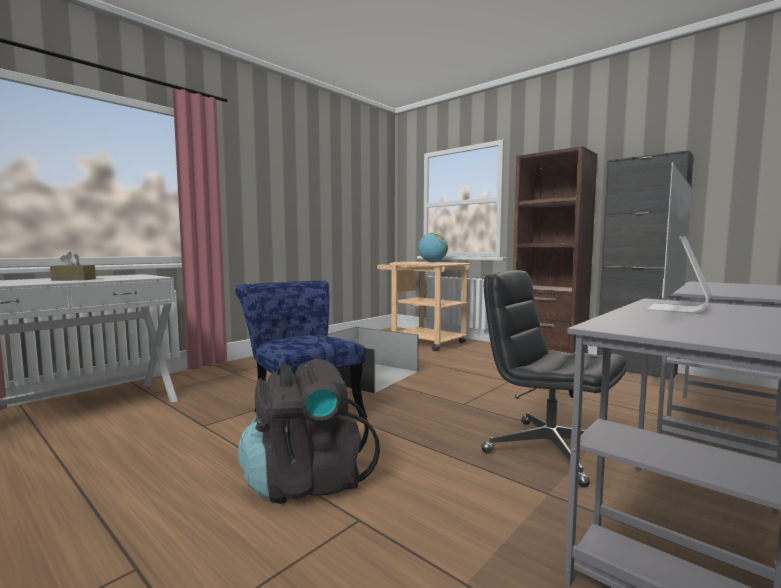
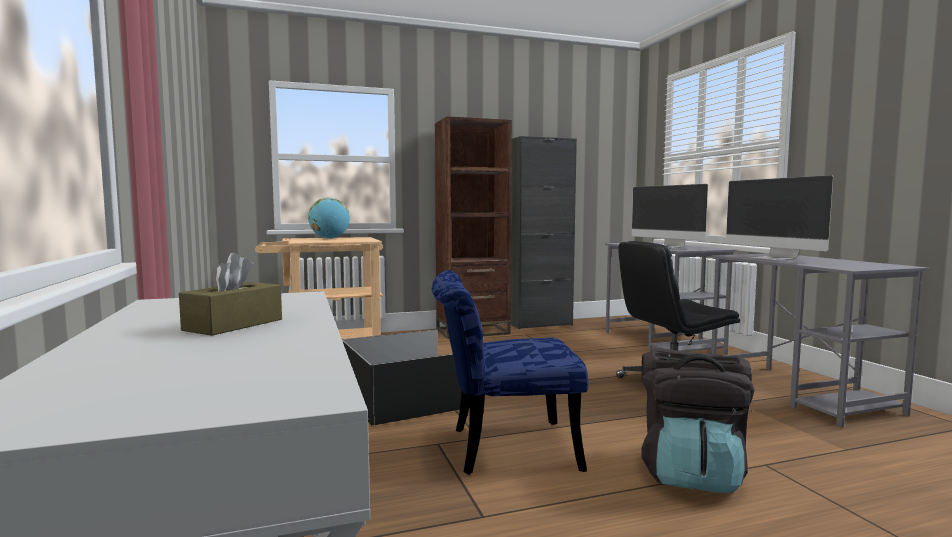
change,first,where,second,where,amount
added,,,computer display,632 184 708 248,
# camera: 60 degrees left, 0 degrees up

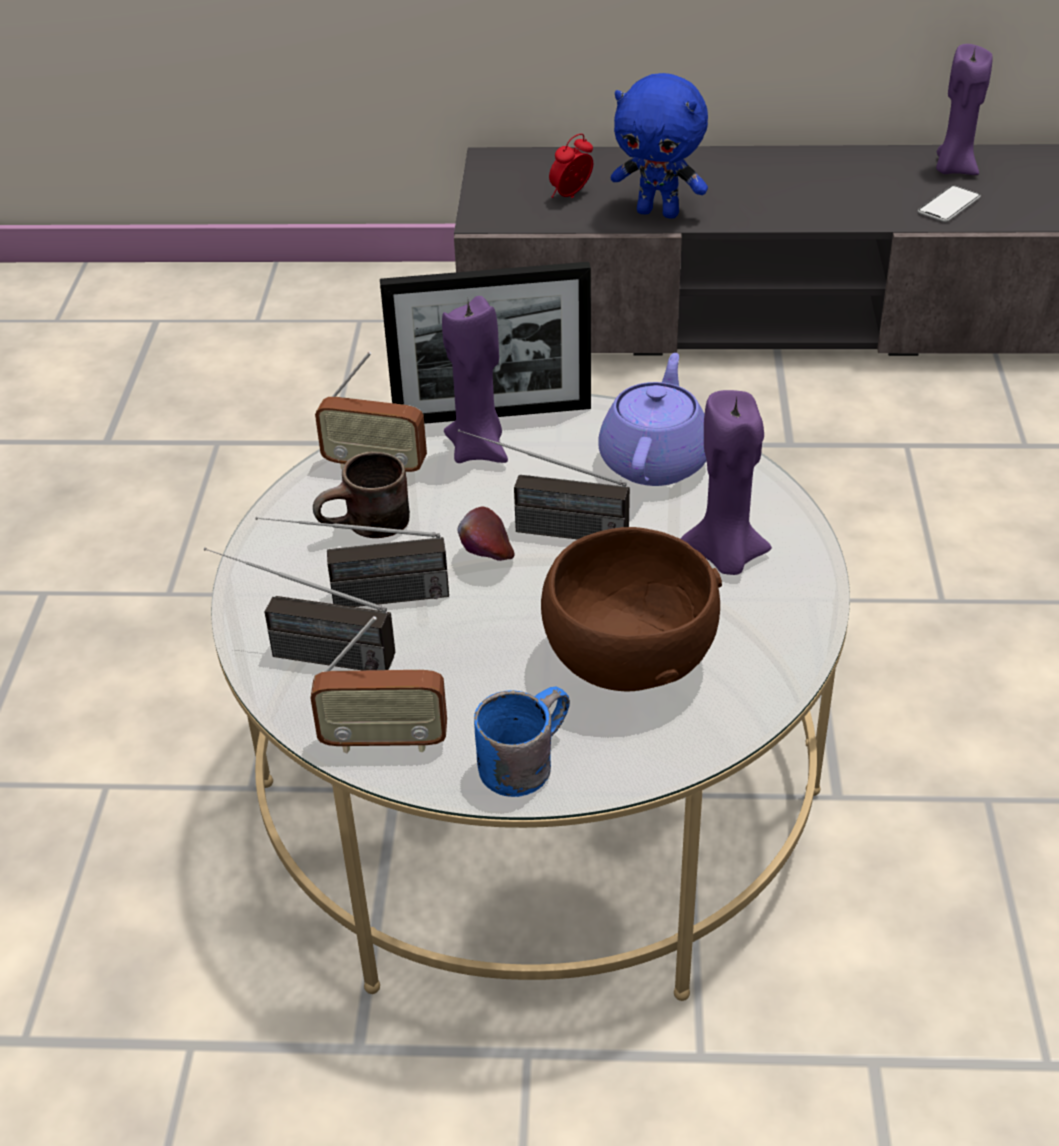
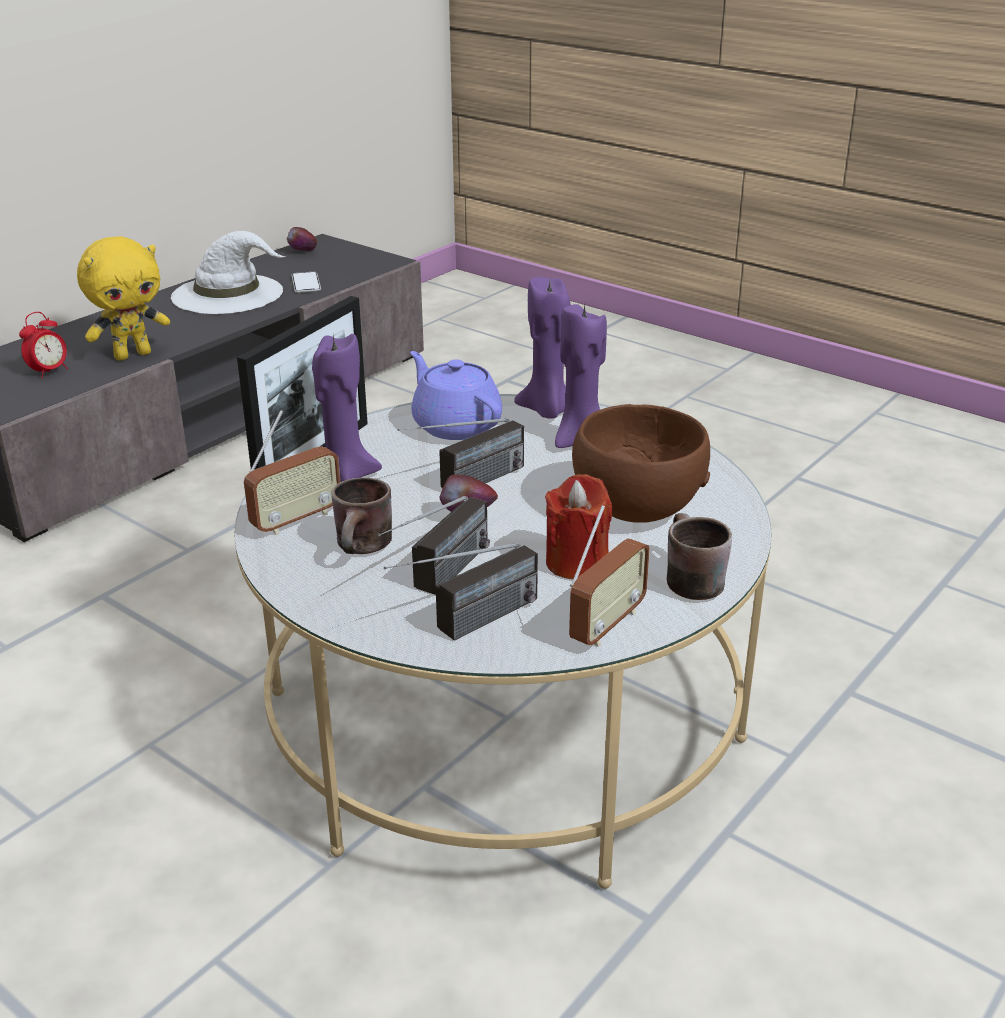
change,first,where,second,where,amount
added,,,white wearable hat,171 231 286 314,
added,,,whole apple,287 227 317 251,
added,,,reddish wax candle,545 474 612 579,
moved,purple wax candle,936 44 993 175,,514 277 571 419,
recoloured,blue tea mug,474 687 570 797,brown tea mug,667 513 732 600,
recoloured,blue soft toy,611 73 708 219,yellow-coloured soft toy,77 236 170 360,
turned,alarm clock,549 134 593 198,,19 312 68 379,135 degrees counterclockwise
# camera: 55 degrees left, 10 degrees down

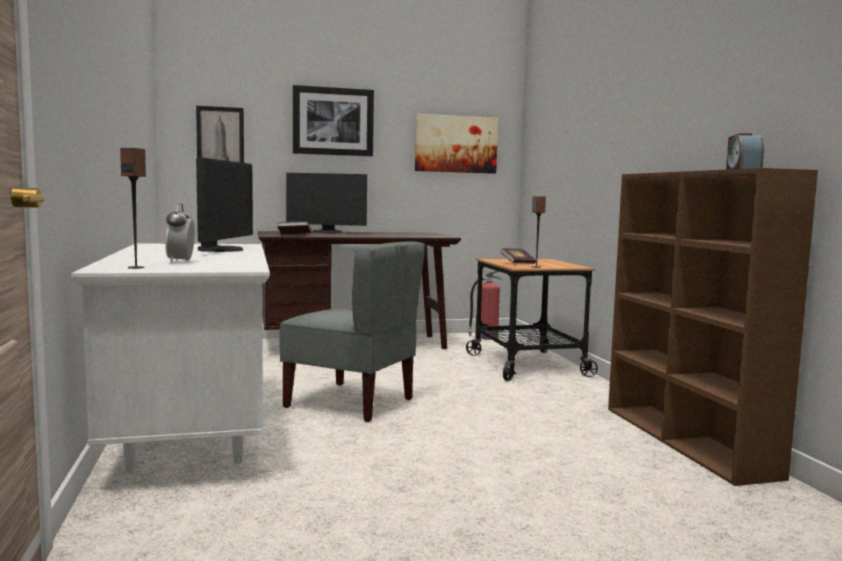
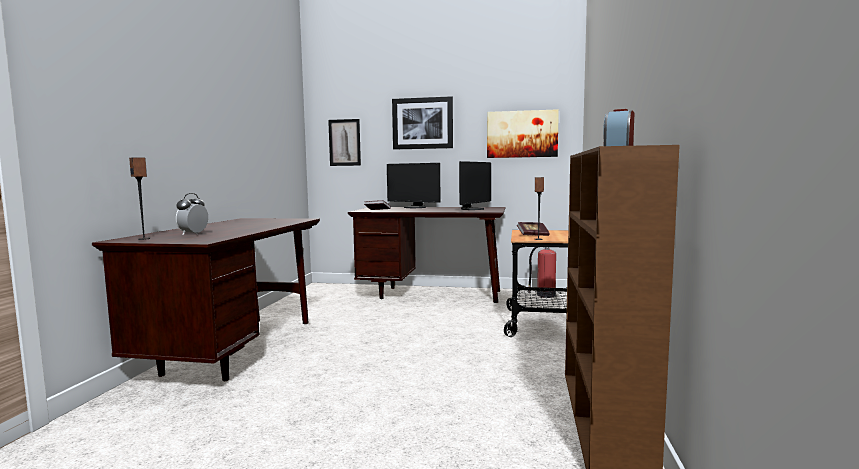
change,first,where,second,where,amount
removed,gray plain chair,279 241 425 422,,,
moved,computer display,196 157 253 252,,459 161 491 210,
recoloured,white desk table,71 244 270 472,brown desk table,92 218 320 381,
# camera: 25 degrees right, 0 degrees up

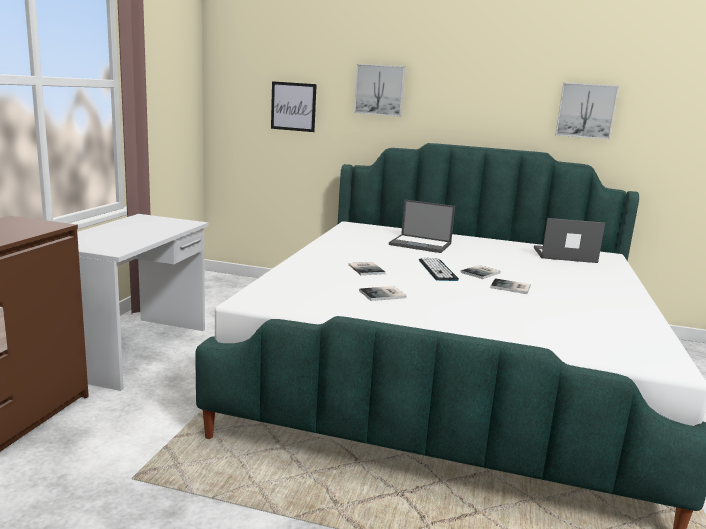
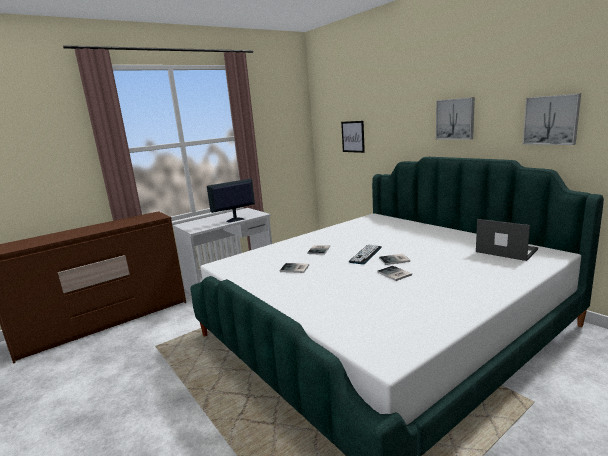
change,first,where,second,where,amount
removed,notebook computer,389 199 455 253,,,
added,,,computer display,207 178 255 223,
moved,wall picture,354 64 405 117,,436 97 475 139,
# camera: 40 degrees right, 0 degrees up

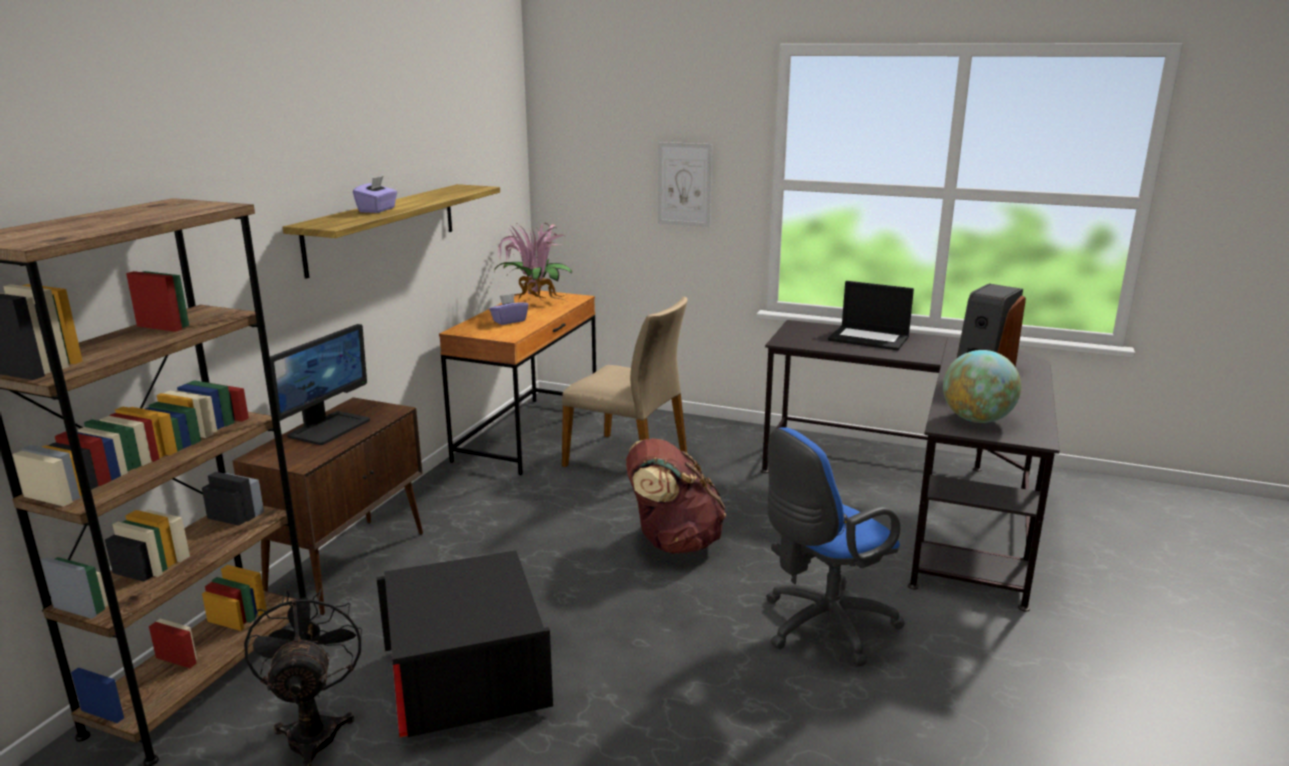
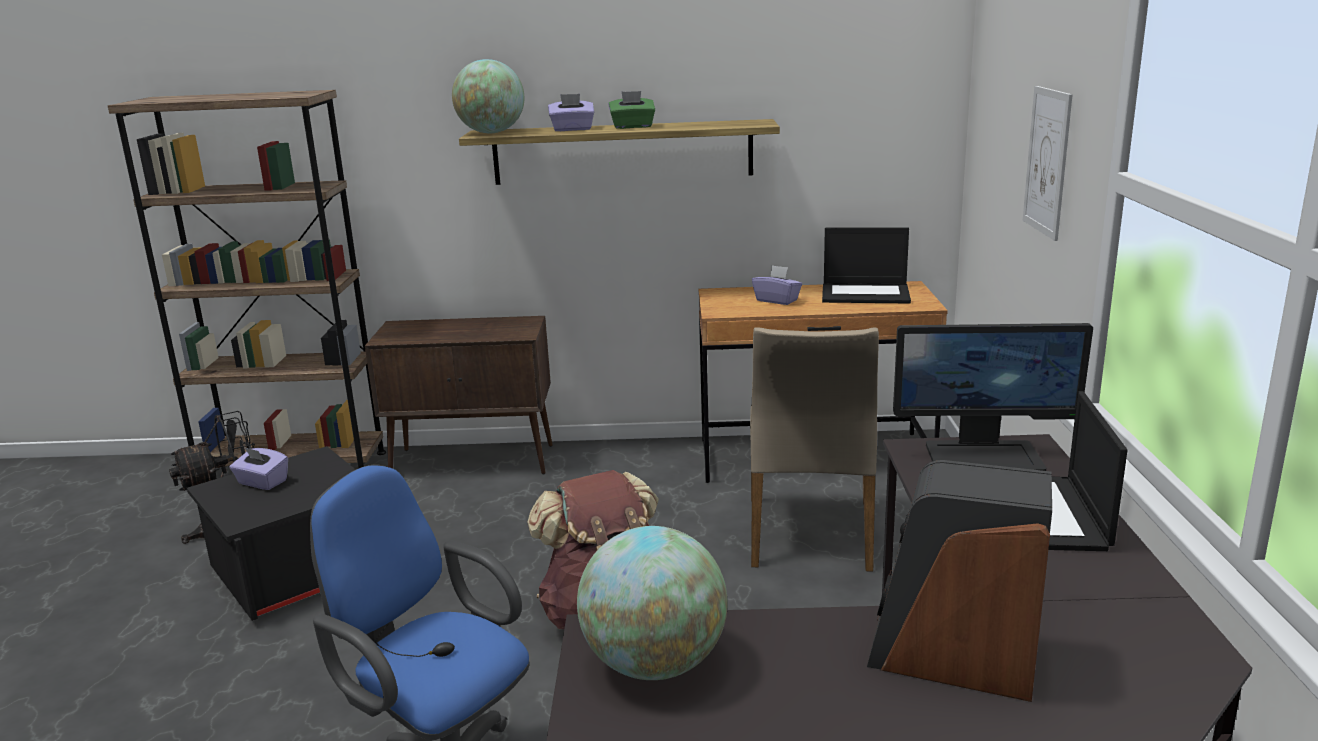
change,first,where,second,where,amount
added,,,purple tissue box,230 447 288 490,
added,,,desk globe,452 59 524 133,
added,,,green-coloured tissue box,609 91 655 129,
moved,computer display,270 324 370 445,,893 323 1093 471,
replaced,potted plant,494 222 572 302,notebook computer,822 227 911 303,
# camera: 70 degrees right, 0 degrees up

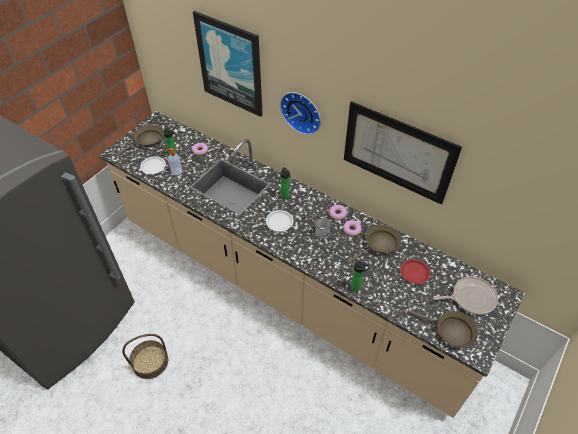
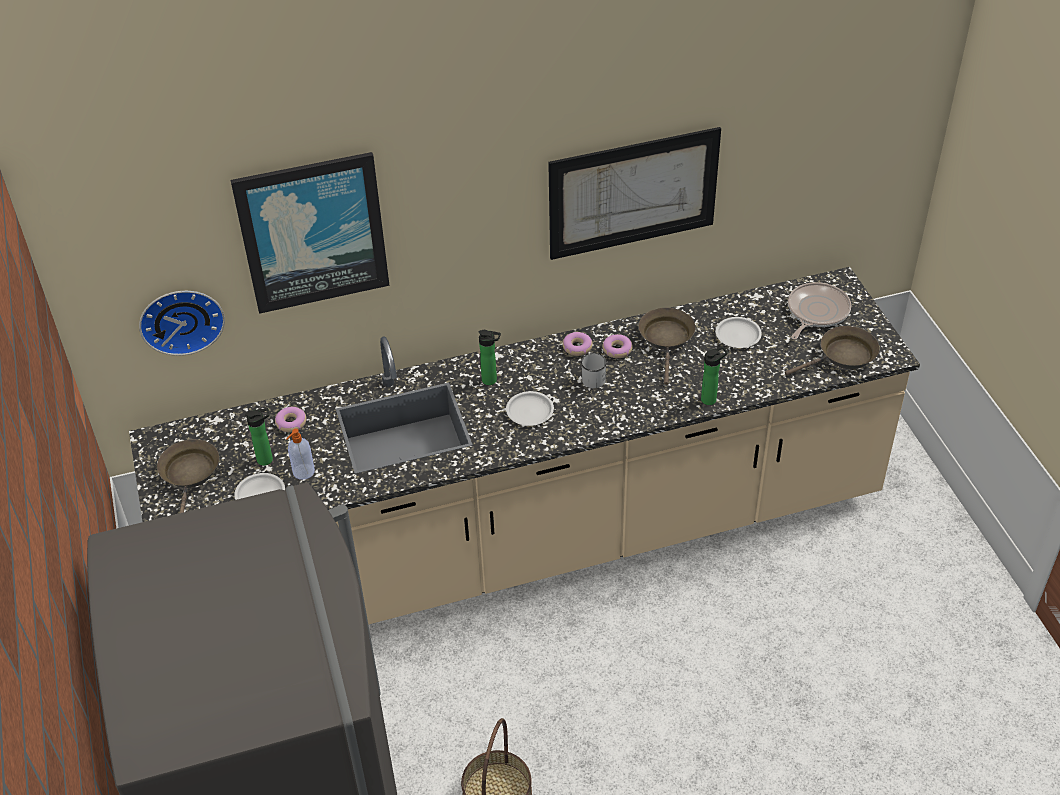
change,first,where,second,where,amount
moved,hanging clock,280 92 321 135,,139 291 225 356,
recoloured,reddish plate,400 259 430 284,white plate,716 317 762 348,
# camera: 50 degrees left, 5 degrees down

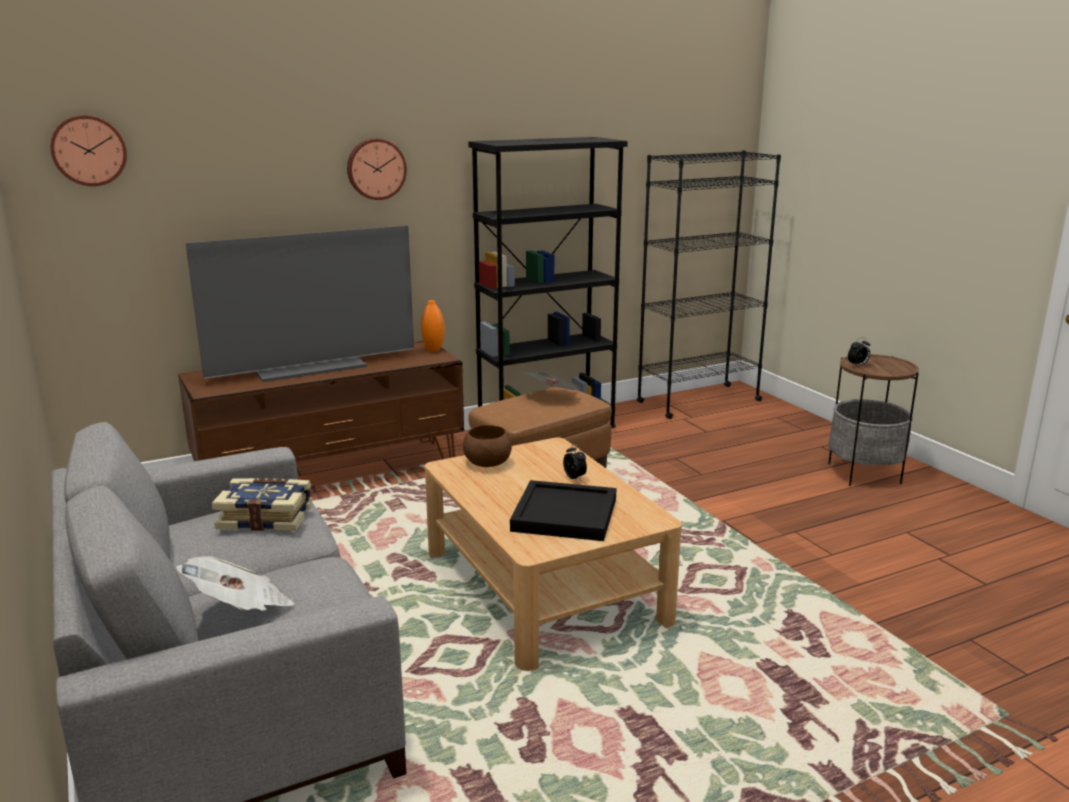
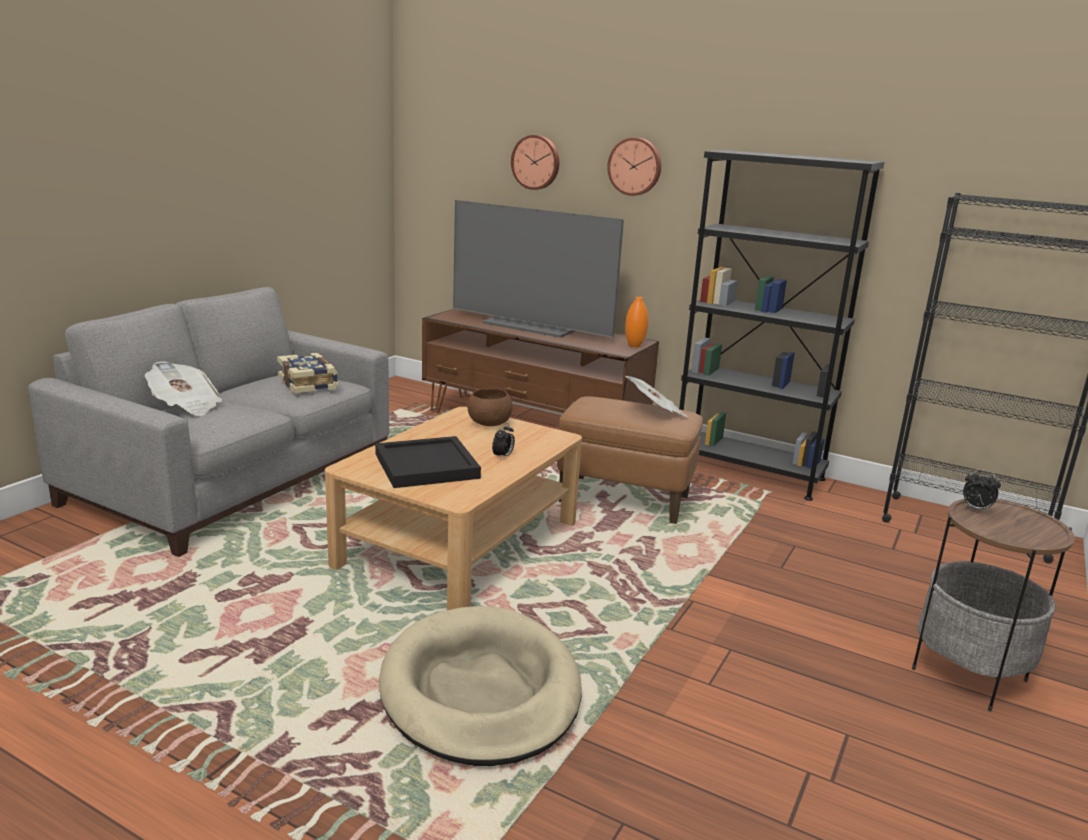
change,first,where,second,where,amount
added,,,sand-coloured dog cushion,379 606 582 766,
moved,hanging clock,50 115 127 186,,511 135 559 190,
# camera: 55 degrees right, 0 degrees up

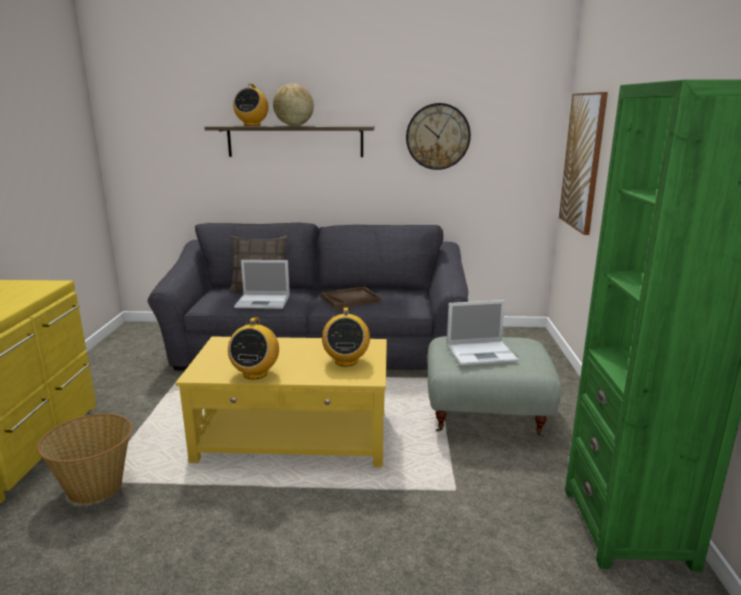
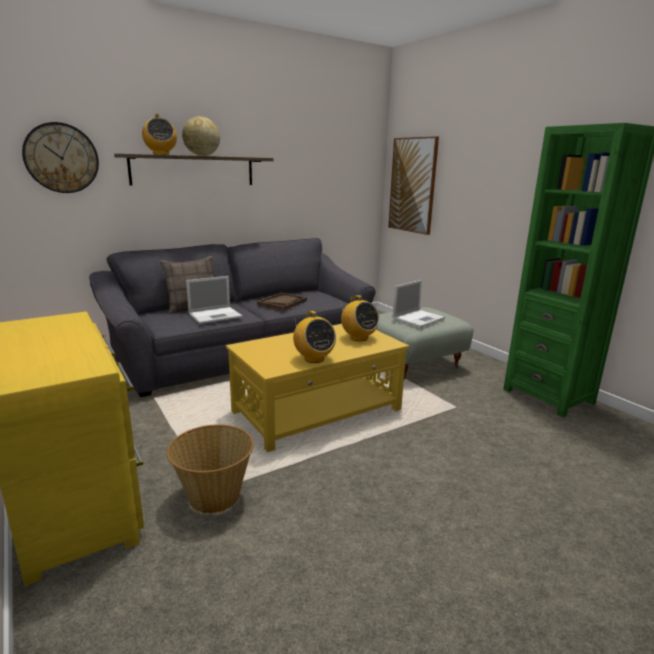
change,first,where,second,where,amount
moved,hanging clock,406 103 471 170,,22 122 99 193,
# camera: 35 degrees left, 0 degrees up

